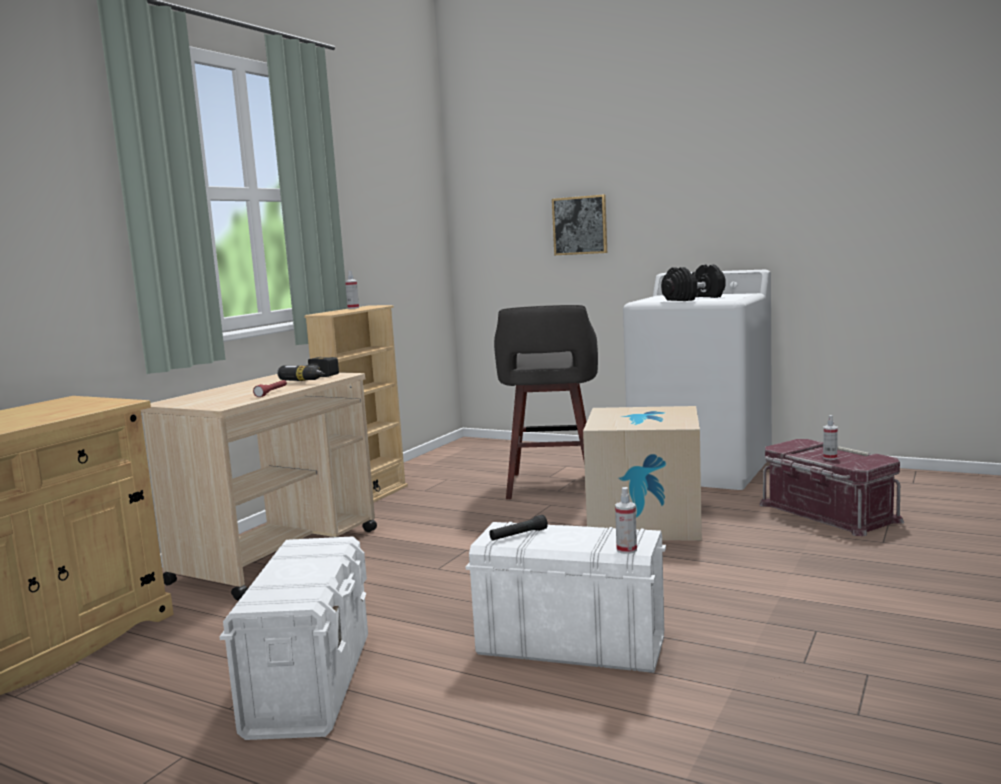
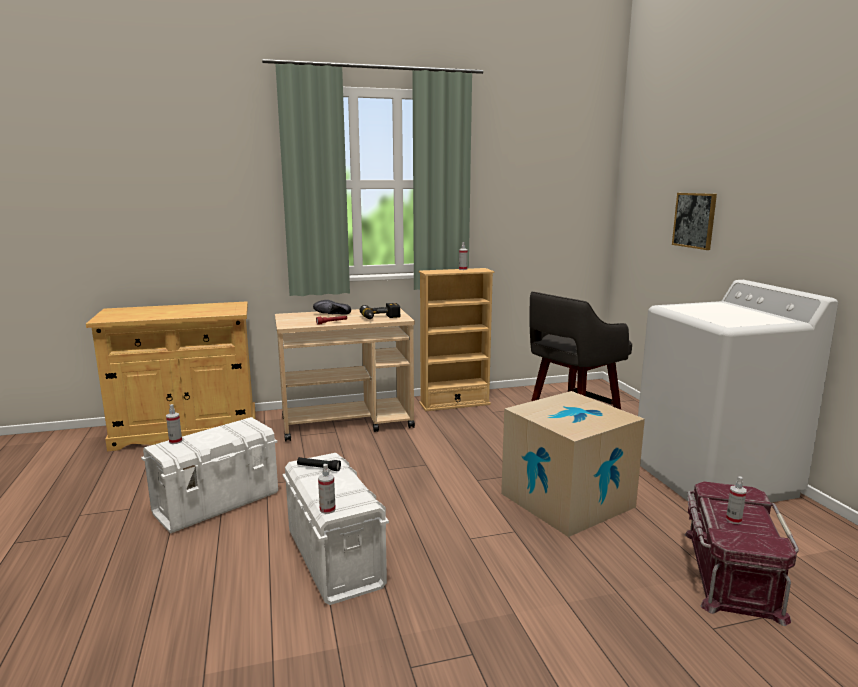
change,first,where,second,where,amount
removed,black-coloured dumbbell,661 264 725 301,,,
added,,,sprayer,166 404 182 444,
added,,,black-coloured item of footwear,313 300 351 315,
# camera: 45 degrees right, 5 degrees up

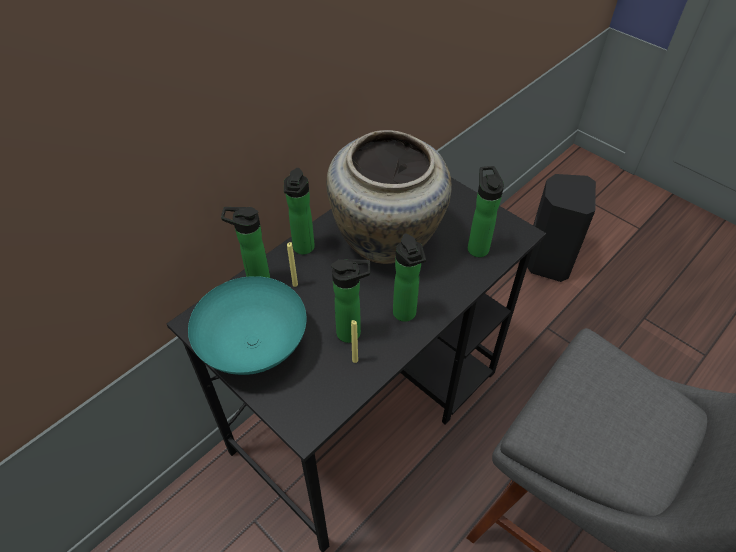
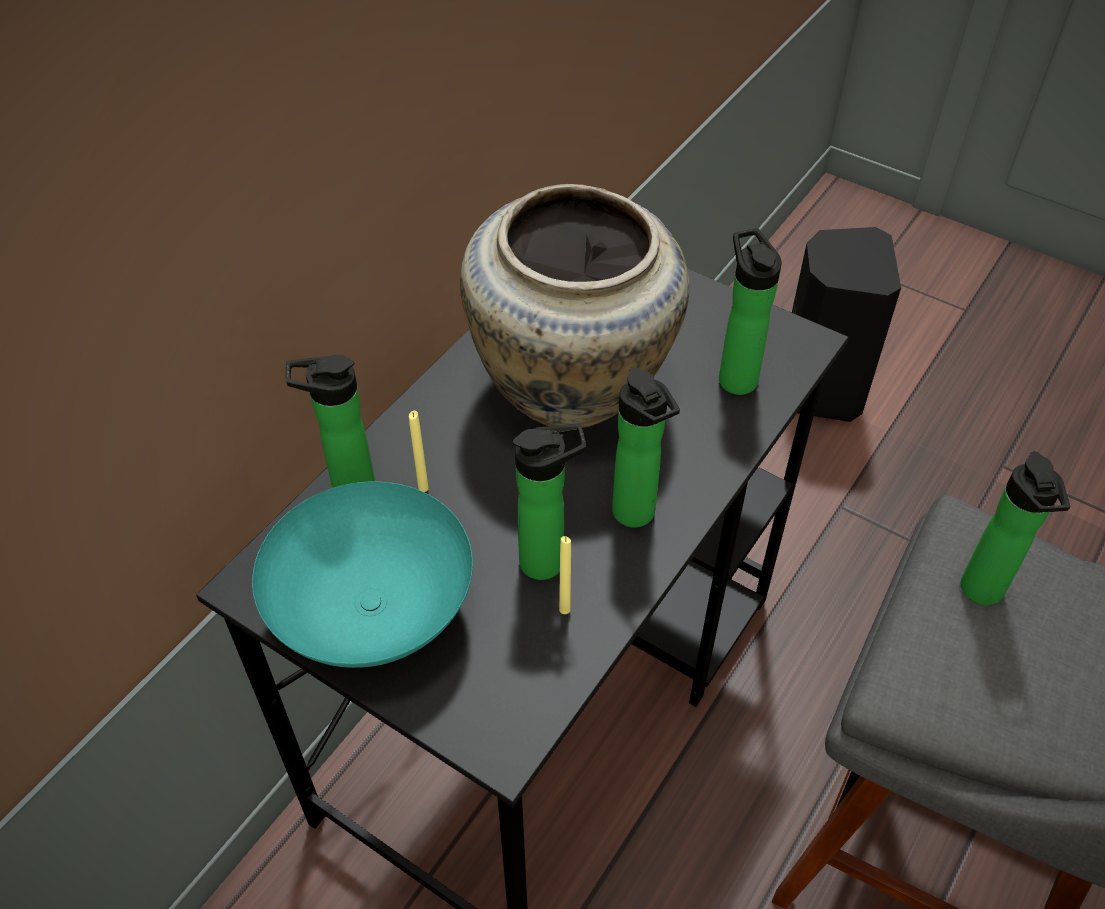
change,first,where,second,where,amount
moved,beverage bottle,284 168 315 255,,960 451 1070 605,
# camera: 10 degrees left, 0 degrees up

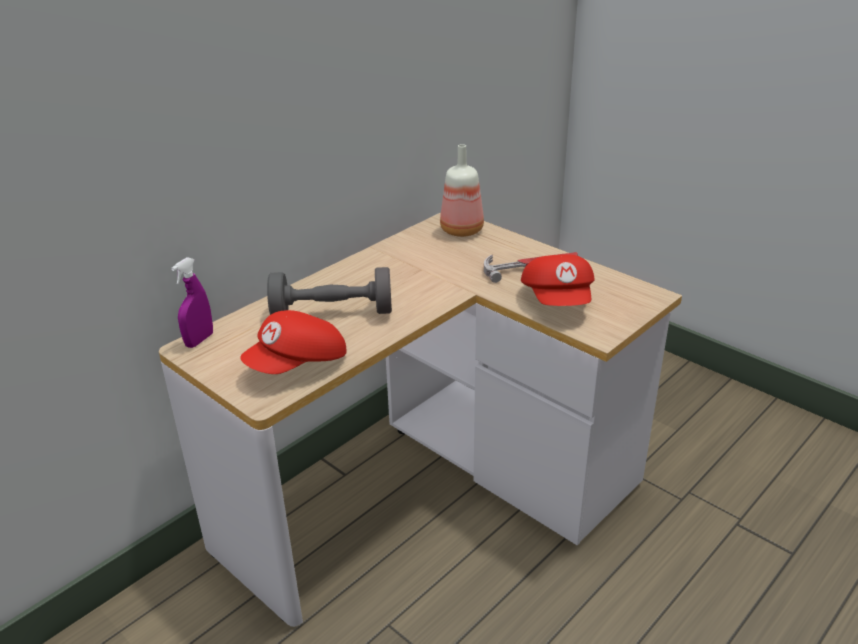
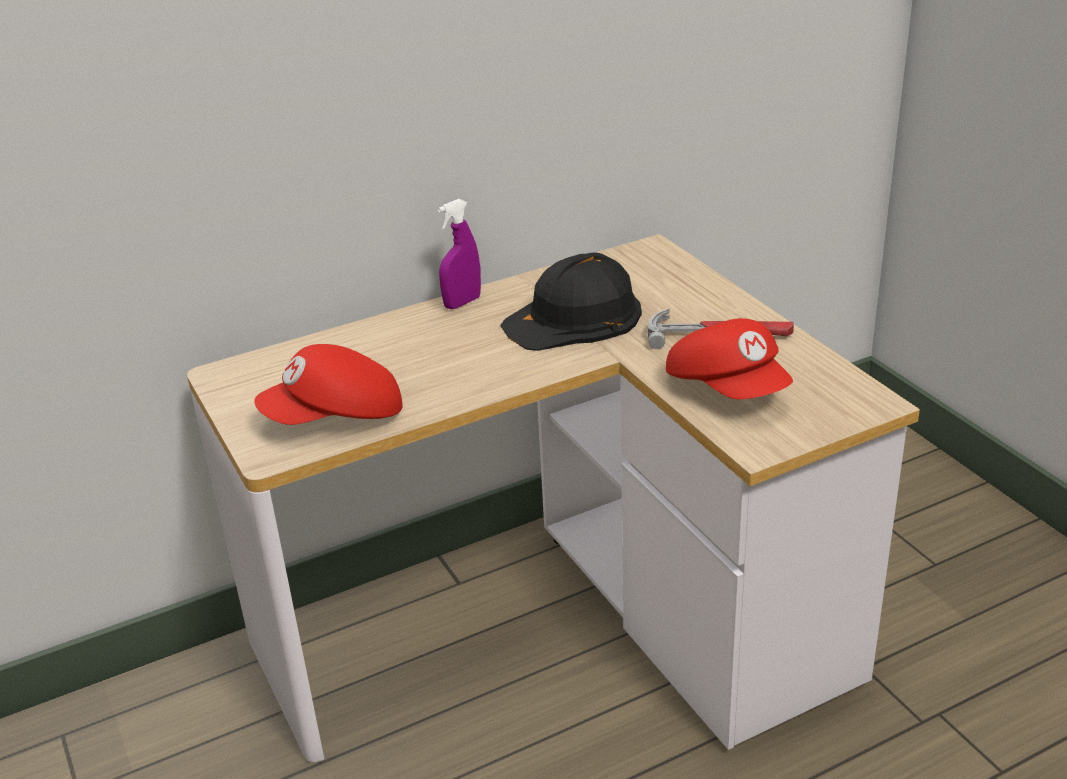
change,first,where,second,where,amount
removed,gray dumbbell,267 267 392 315,,,
removed,beverage bottle,440 144 484 237,,,
added,,,black-coloured hard hat,500 252 642 351,
moved,purple sprayer,171 257 213 348,,438 199 481 309,
turned,reddish cap,521 255 595 306,,666 318 793 400,45 degrees counterclockwise
# camera: 20 degrees right, 0 degrees up

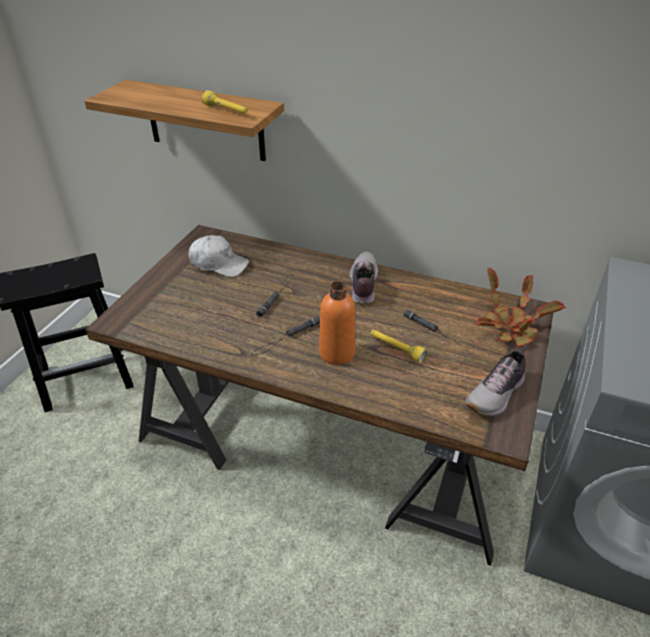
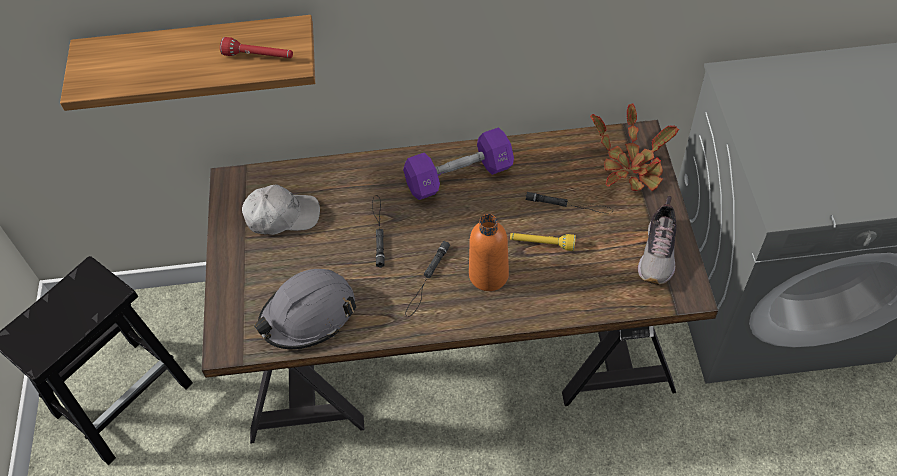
change,first,where,second,where,amount
added,,,gray hard hat,254 269 356 349,
replaced,item of footwear,350 251 378 304,purple dumbbell,403 127 514 200,
recoloured,yellow-coloured hand torch,202 90 248 114,reddish hand torch,220 37 293 58,
# camera: 25 degrees left, 15 degrees up

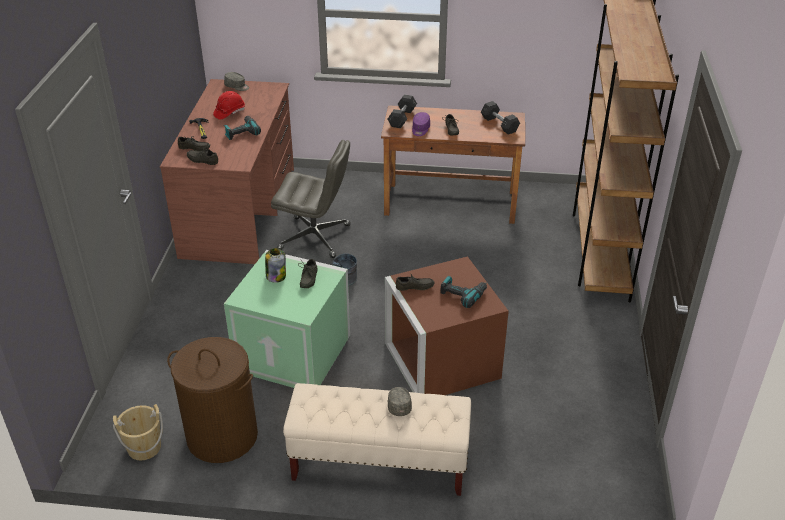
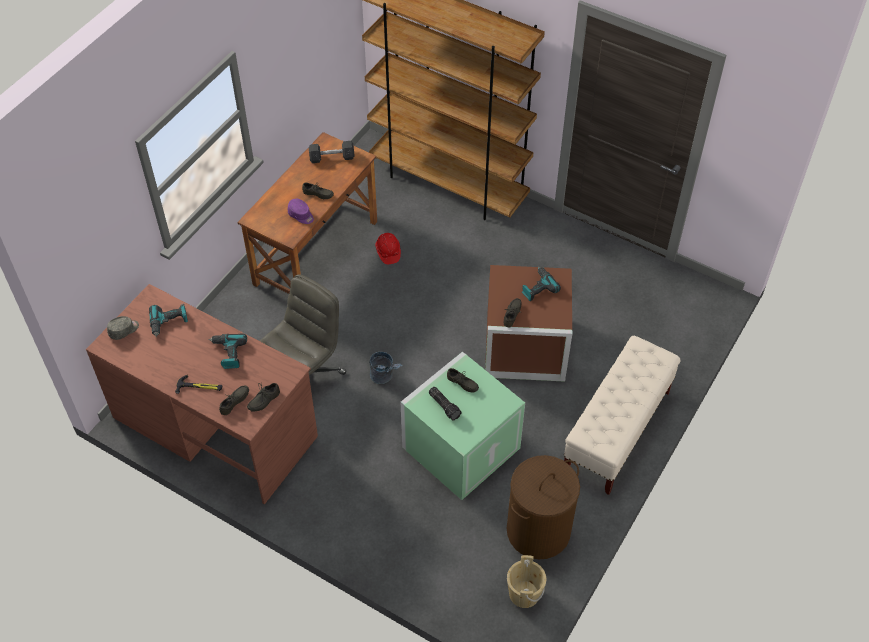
change,first,where,second,where,amount
removed,gray dumbbell,388 94 417 128,,,
removed,gray cap,388 387 412 416,,,
added,,,electric drill,149 304 188 337,
moved,reddish hard hat,213 91 245 120,,375 233 401 264,
replaced,storage jar,265 248 286 283,hand torch,429 387 462 421,
# camera: 65 degrees left, 15 degrees up

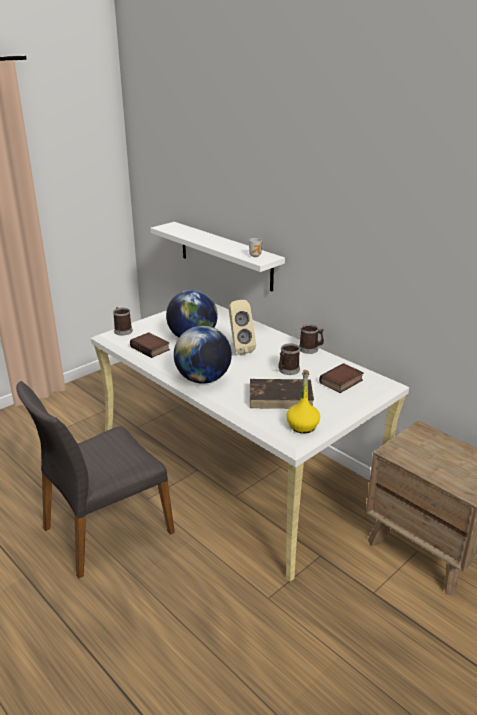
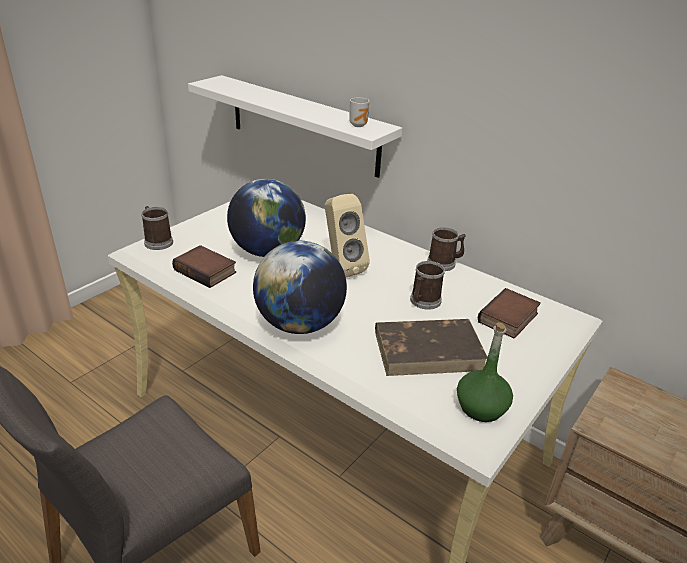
change,first,where,second,where,amount
recoloured,yellow-coloured beverage bottle,286 370 320 434,green-coloured beverage bottle,457 322 513 422,
# camera: 10 degrees left, 5 degrees up

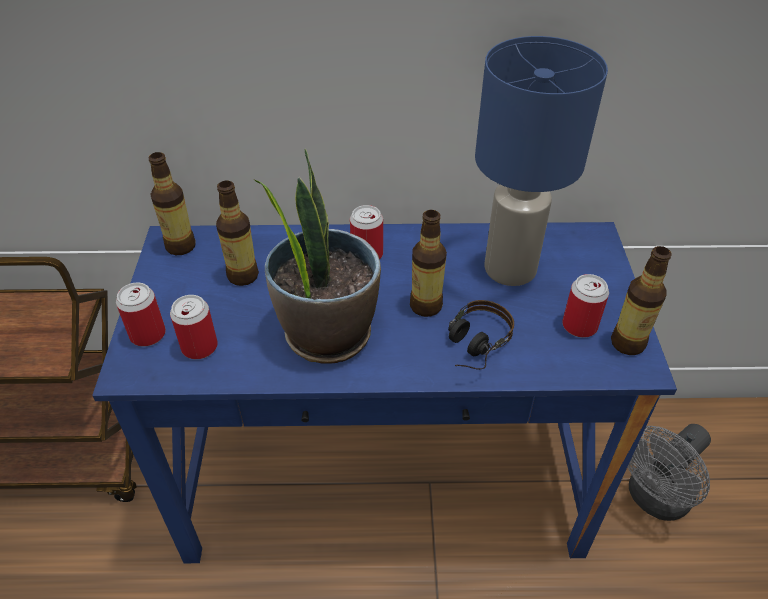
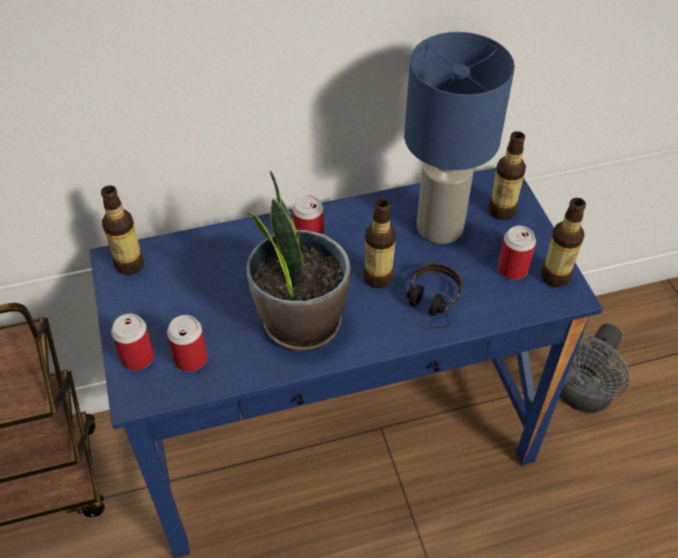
change,first,where,second,where,amount
moved,beverage bottle,216 180 259 286,,489 131 526 220,
# camera: 15 degrees left, 5 degrees up

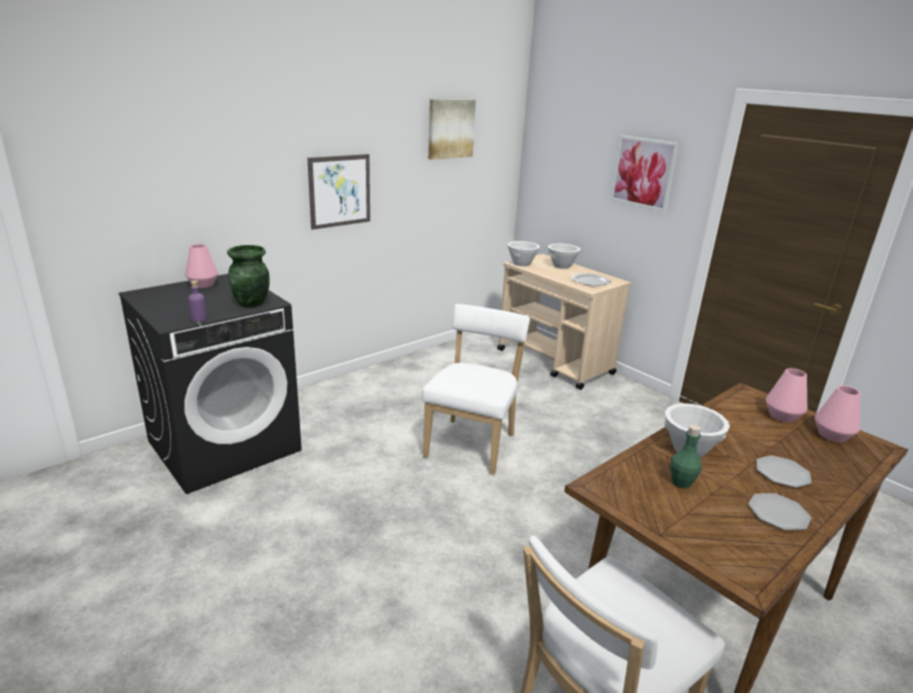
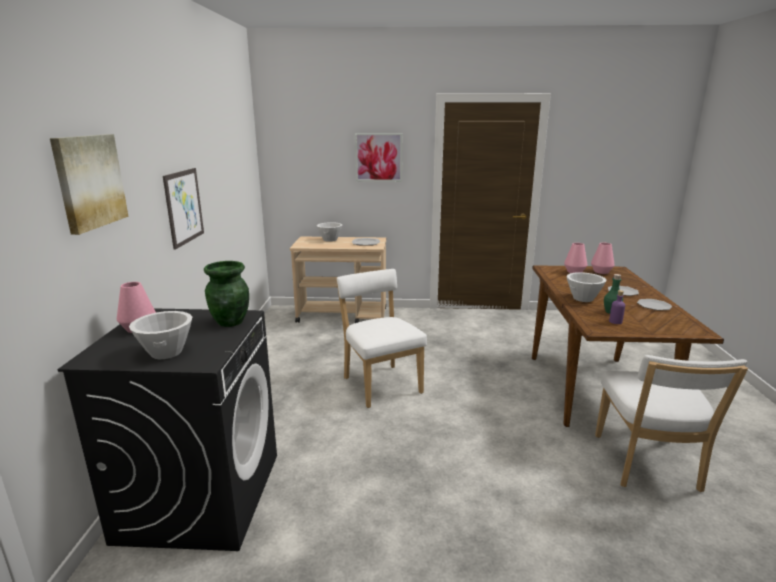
change,first,where,second,where,amount
moved,purple beverage bottle,188 281 207 322,,609 290 625 324,
moved,wall picture,428 99 476 160,,50 134 129 235,
moved,white bowl,507 241 540 266,,129 311 192 359,
# camera: 45 degrees left, 5 degrees down

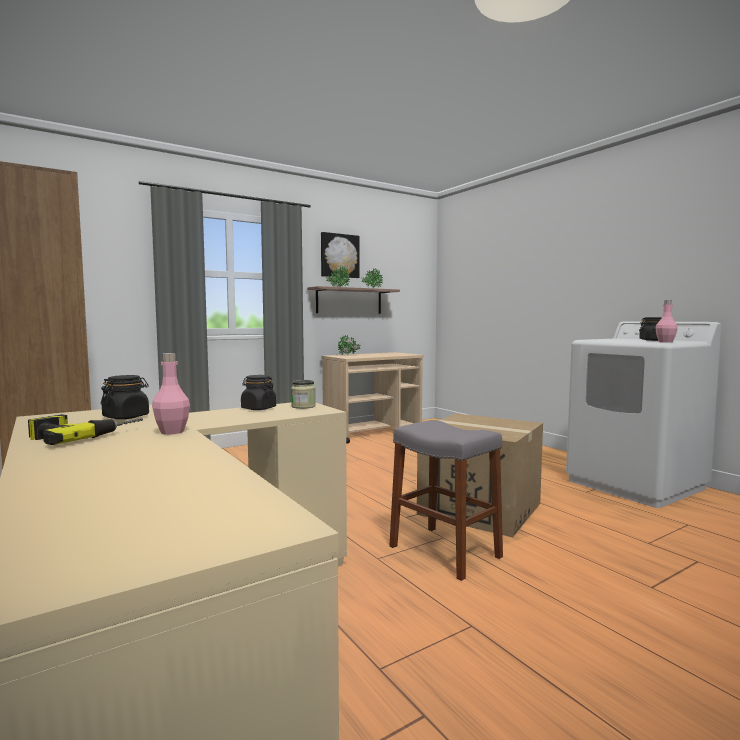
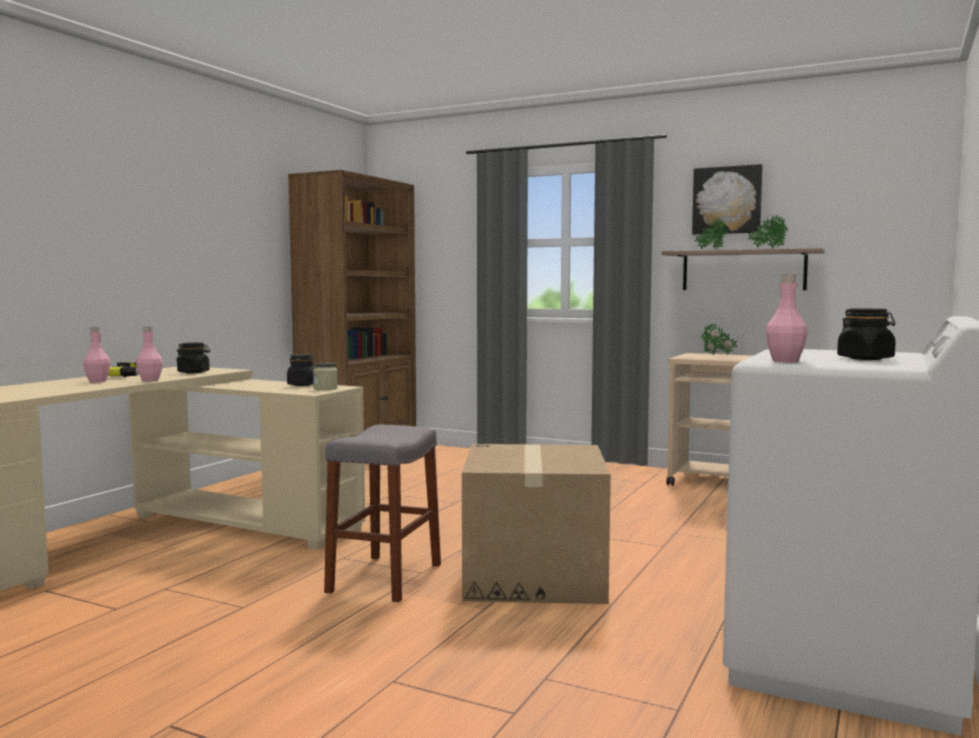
change,first,where,second,where,amount
added,,,pinkish beverage bottle,83 327 111 382,
# camera: 60 degrees right, 0 degrees up

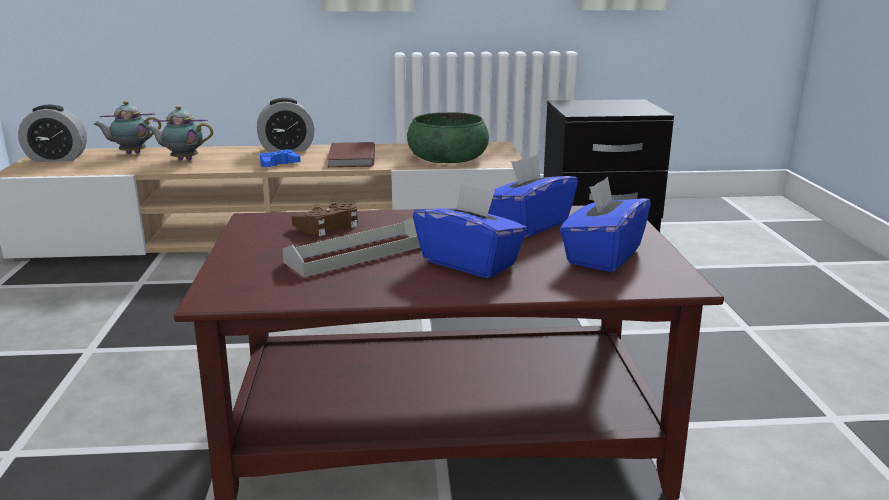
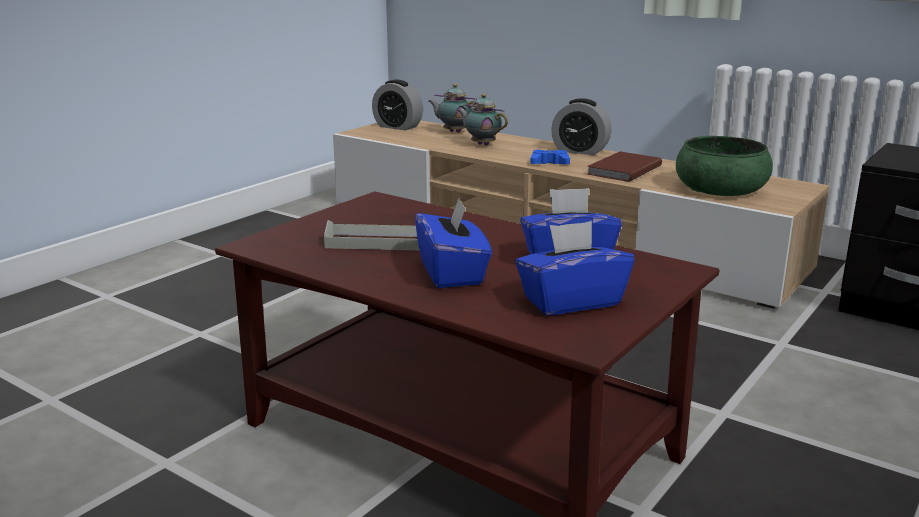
change,first,where,second,where,amount
removed,brown gamepad,291 202 358 236,,,
# camera: 40 degrees right, 0 degrees up

